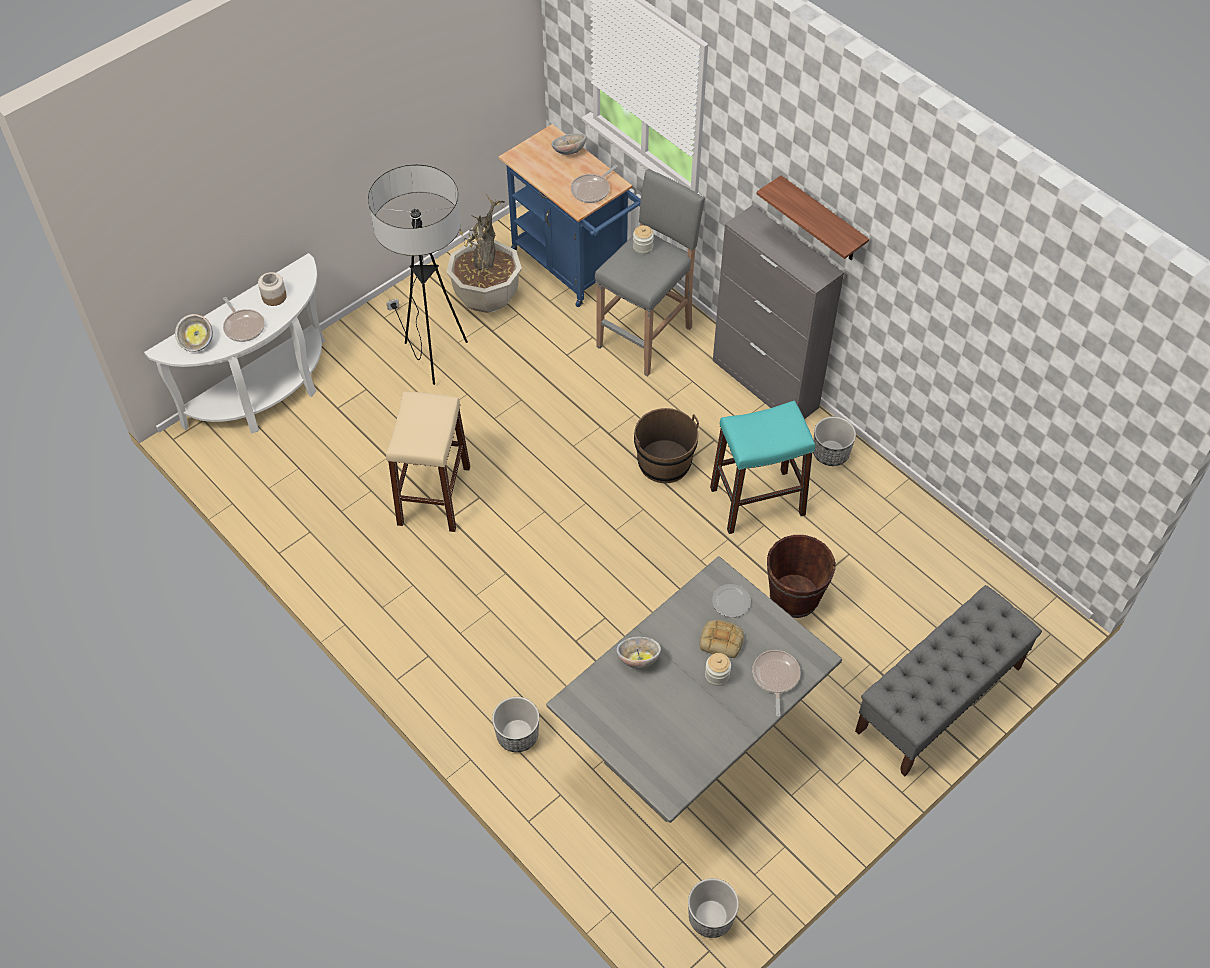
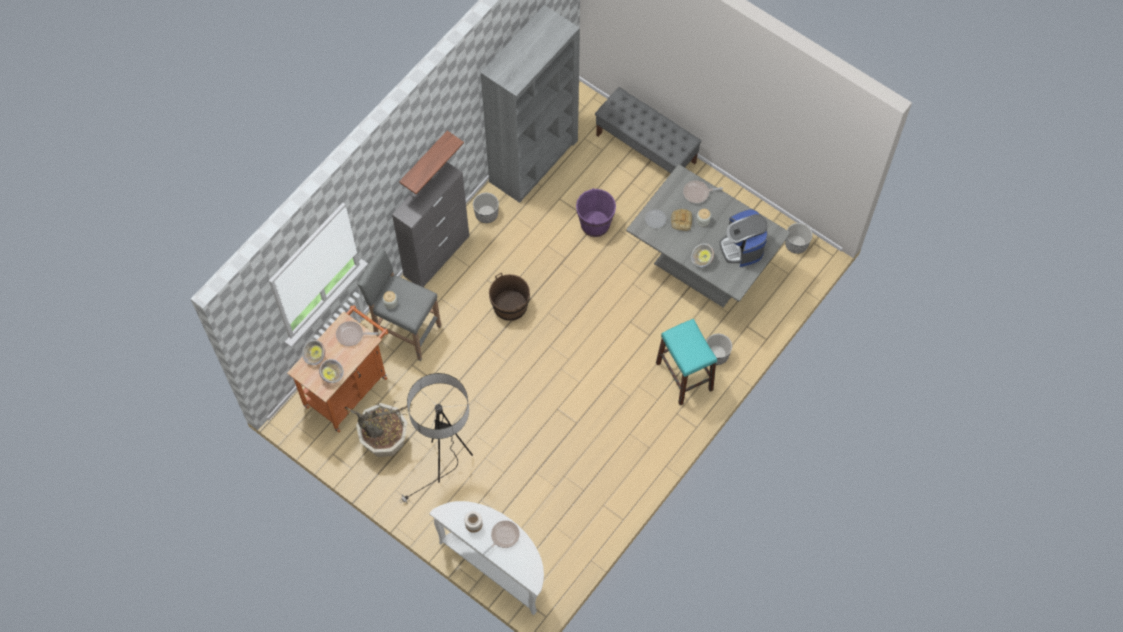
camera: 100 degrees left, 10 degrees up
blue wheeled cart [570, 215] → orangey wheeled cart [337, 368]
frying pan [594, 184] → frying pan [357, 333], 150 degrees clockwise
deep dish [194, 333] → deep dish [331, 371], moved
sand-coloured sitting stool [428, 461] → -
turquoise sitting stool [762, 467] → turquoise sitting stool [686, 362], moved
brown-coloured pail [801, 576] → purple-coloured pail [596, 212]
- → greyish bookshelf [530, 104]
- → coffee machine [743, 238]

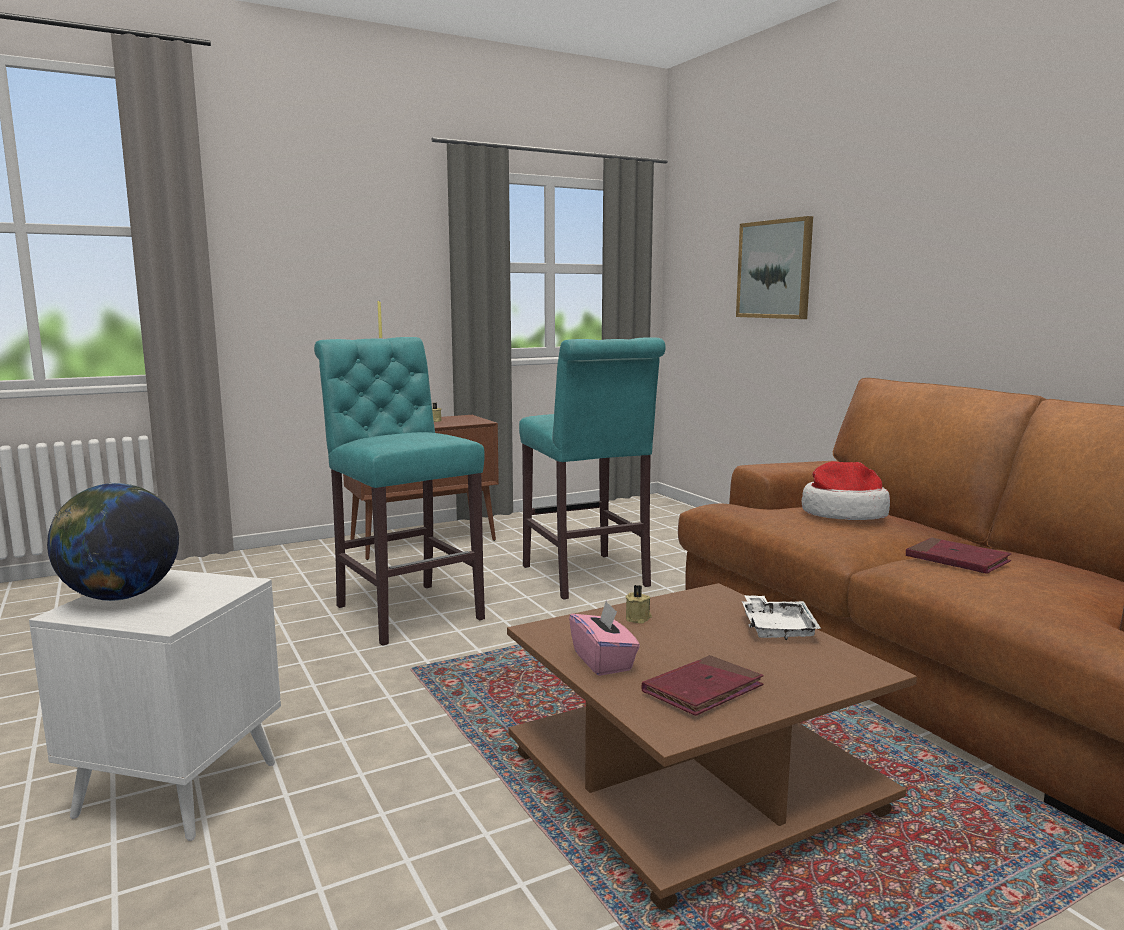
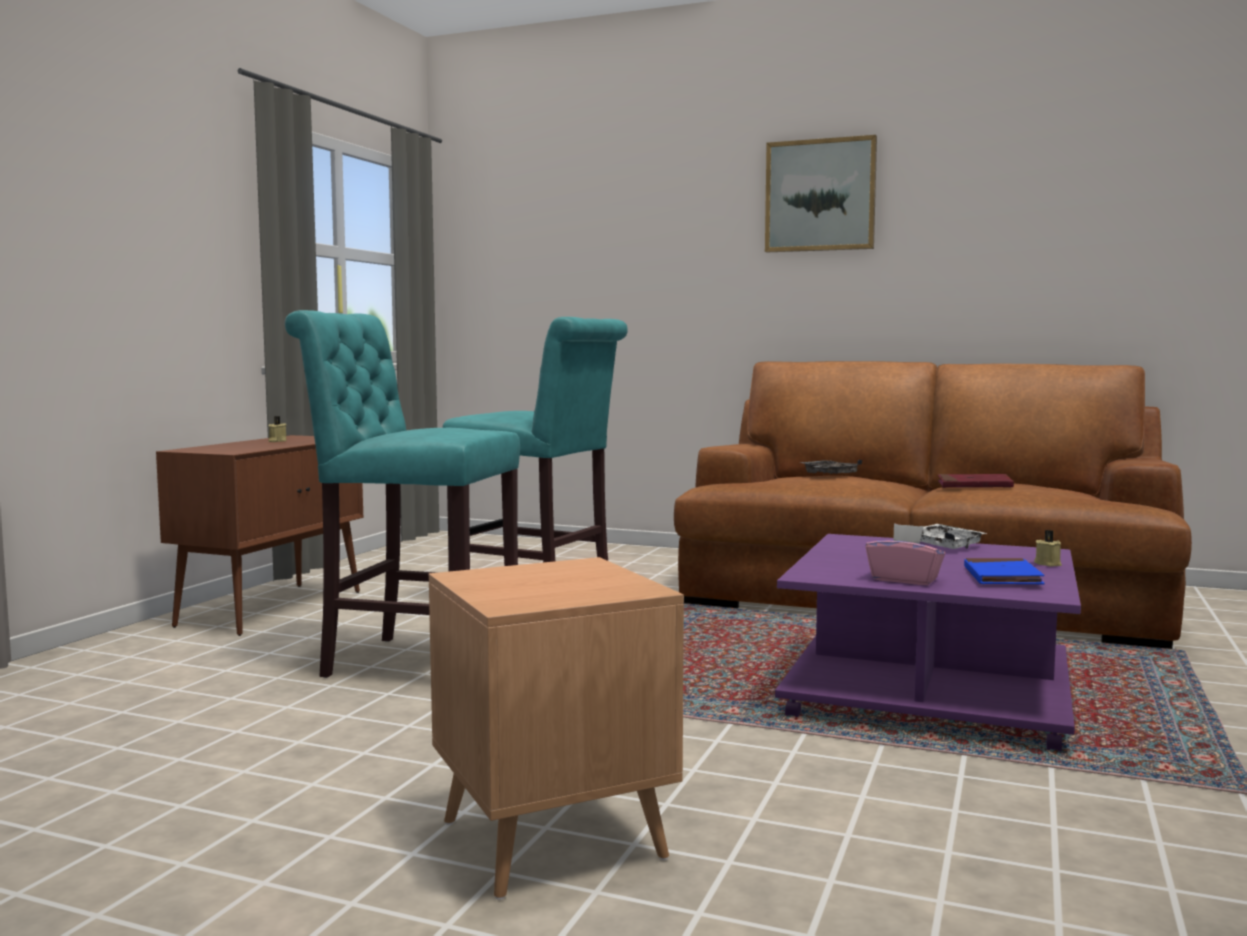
camera: 40 degrees left, 5 degrees down
picture [774, 267] → picture [821, 193], moved
hat [846, 490] → greyish carrying tray [831, 467]
globe [113, 542] → -
white-coloured side table [155, 705] → brown-coloured side table [556, 728]
brown-coloured coffee table [712, 747] → purple-coloured coffee table [928, 642]
sand-coloured wax candle [639, 604] → sand-coloured wax candle [1048, 548], moved
red-coloured book [703, 685] → blue book [1004, 571]

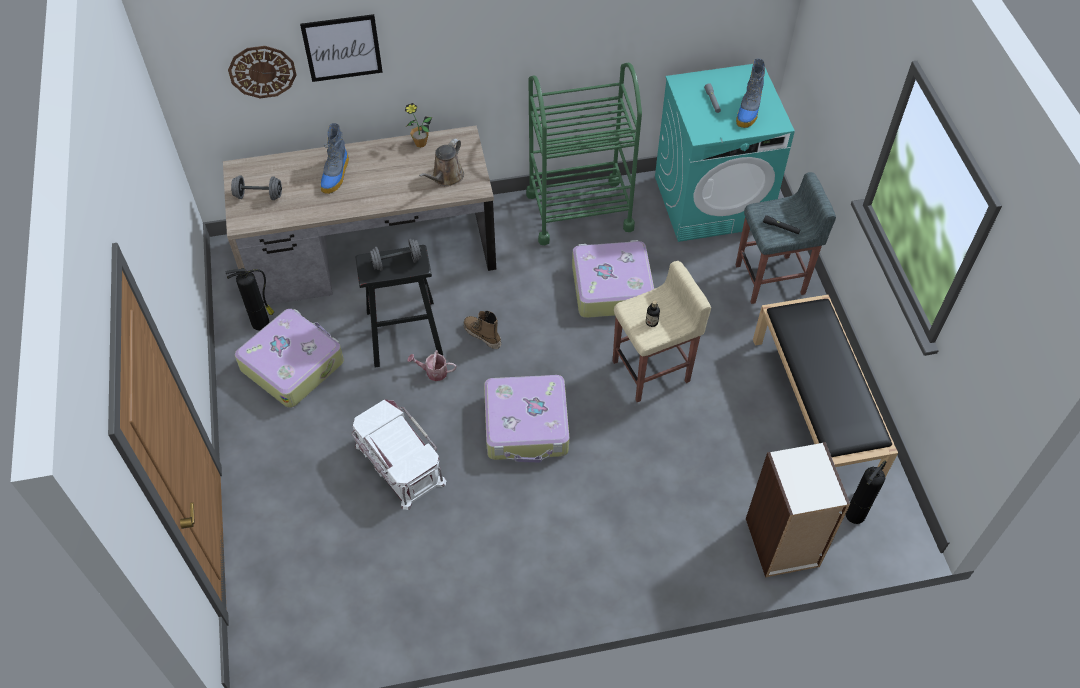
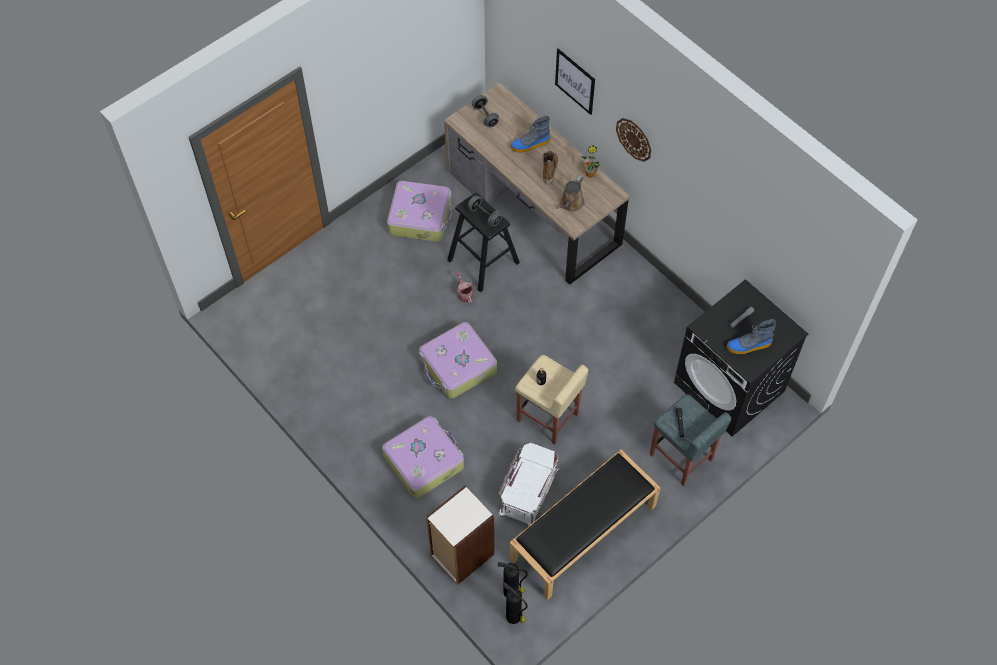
camera: 60 degrees right, 5 degrees up
clock on the wall [262, 72] → clock on the wall [633, 140], moved
greenish wheeled cart [584, 154] → -
turquoise laundry appliance [725, 153] → black-coloured laundry appliance [741, 358]
brown-coloured sprinkling can [441, 163] → brown-coloured sprinkling can [570, 193], 60 degrees counterclockwise
piece of luggage [613, 279] → piece of luggage [423, 457], moved
fire extinguisher [249, 299] → fire extinguisher [514, 603], moved
high-top boot [482, 330] → high-top boot [550, 168], moved
white-coloured storage container [398, 454] → white-coloured storage container [529, 484], moved

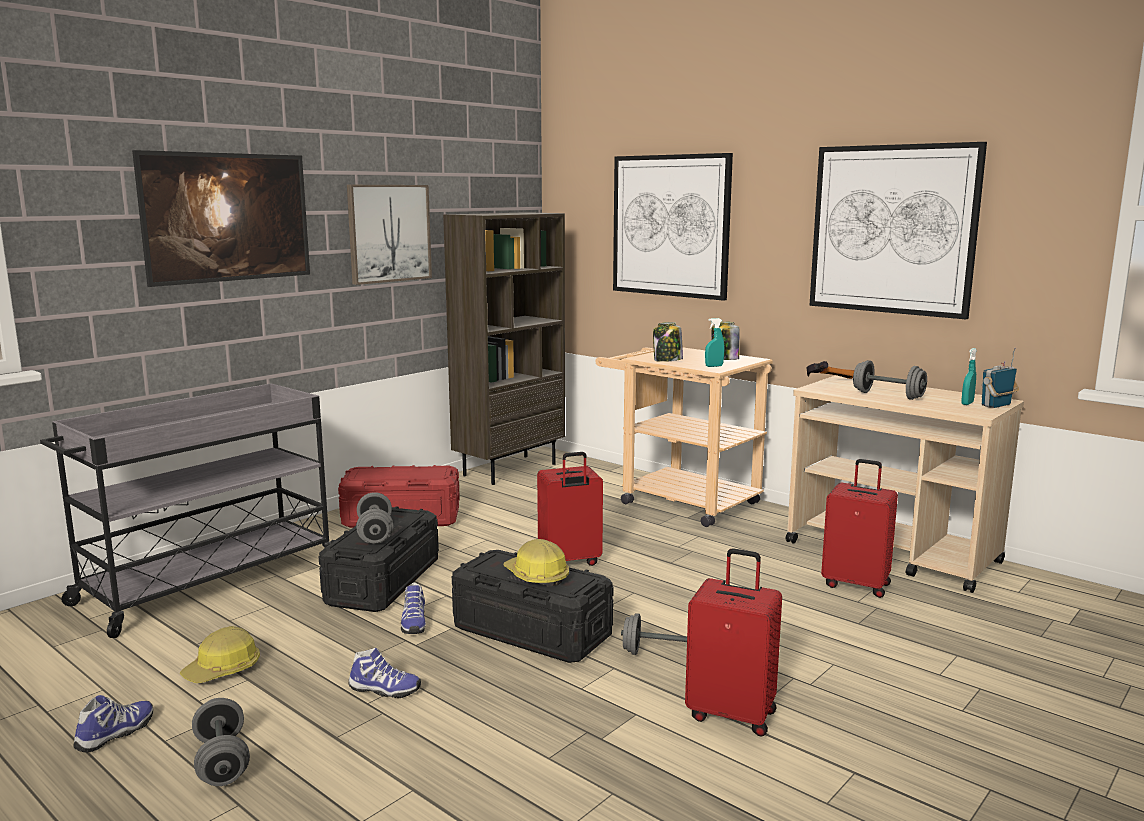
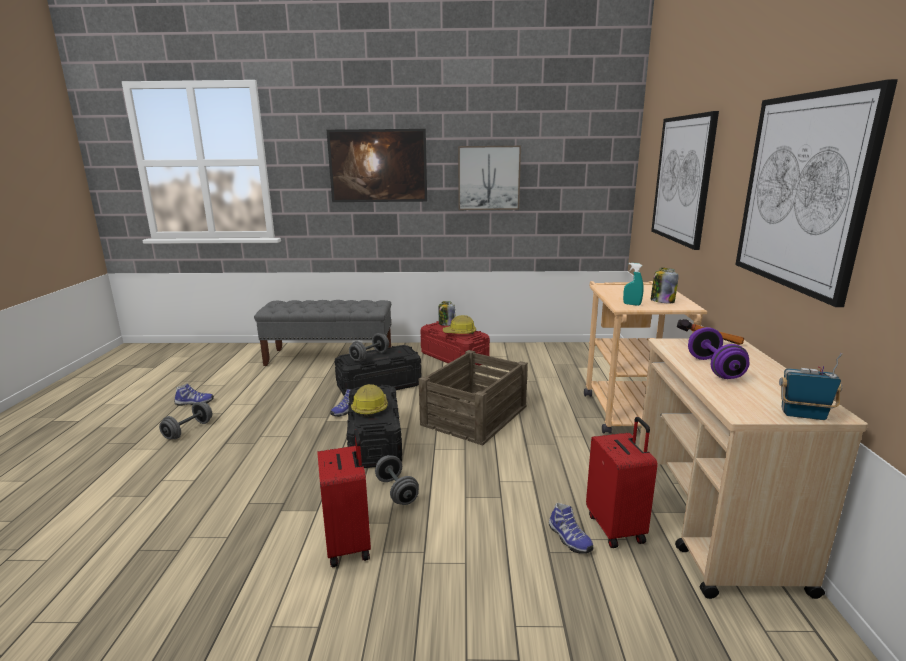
camera: 50 degrees right, 5 degrees up
brown-coloured bookshelf [504, 348] → -
storage jar [668, 342] → storage jar [447, 313], moved
turquoise sprayer [969, 376] → -
greyish dumbbell [890, 380] → purple-coloured dumbbell [719, 353]
greyish wheeled cart [185, 510] → greyish indoor bench [322, 333]
red-coloured piece of luggage [570, 509] → shipping crate [473, 398]
hard hat [220, 654] → hard hat [459, 324], moved
item of footwear [385, 673] → item of footwear [571, 528], moved

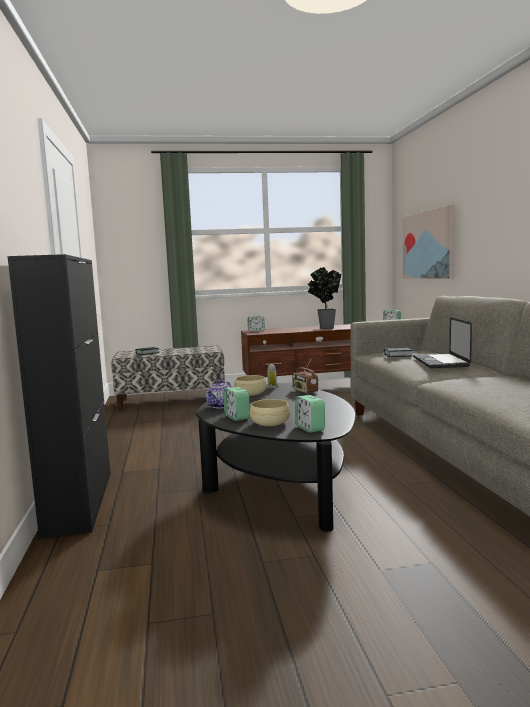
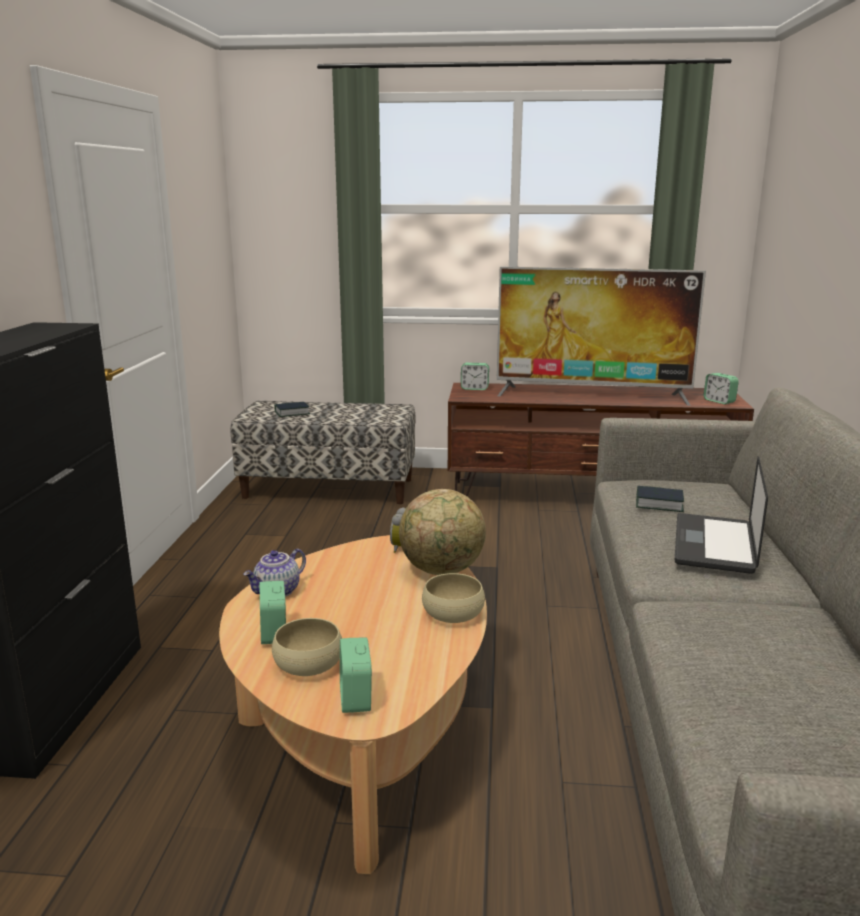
camera: 15 degrees right, 10 degrees up
picture [429, 241] → -
potted plant [325, 298] → TV set [601, 336]
radio [305, 376] → globe [442, 532]
sand-coloured deep dish [250, 385] → sand-coloured deep dish [453, 598], moved
black-coloured coffee table [275, 457] → sand-coloured coffee table [353, 704]

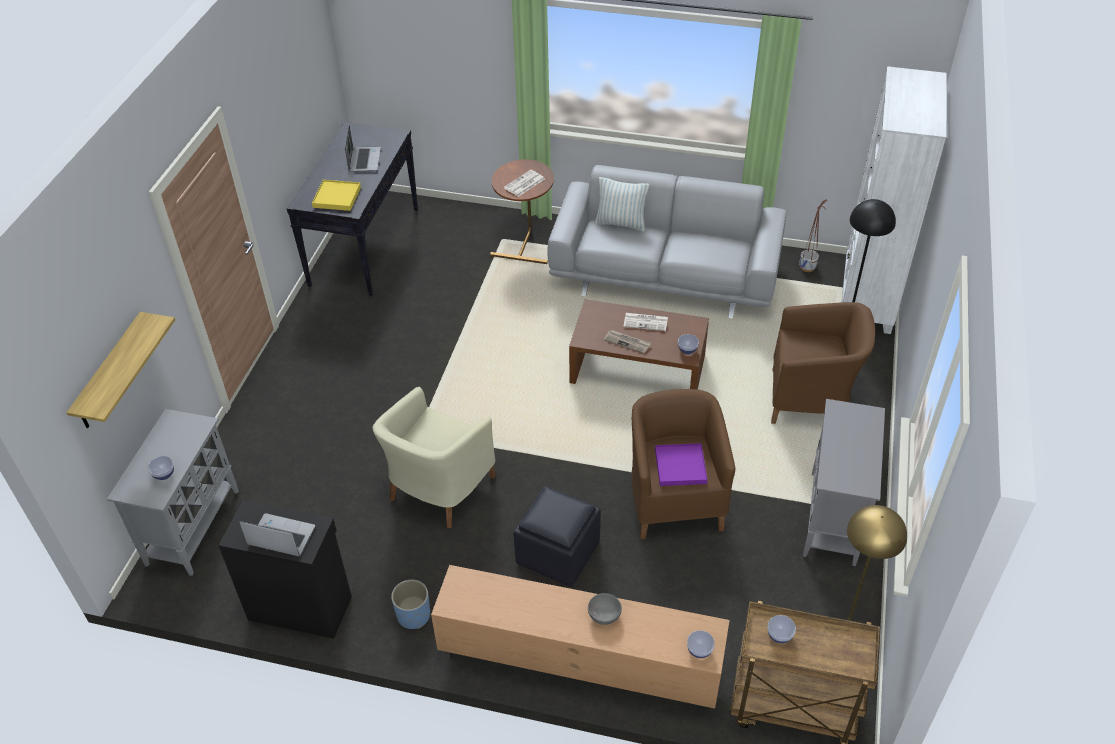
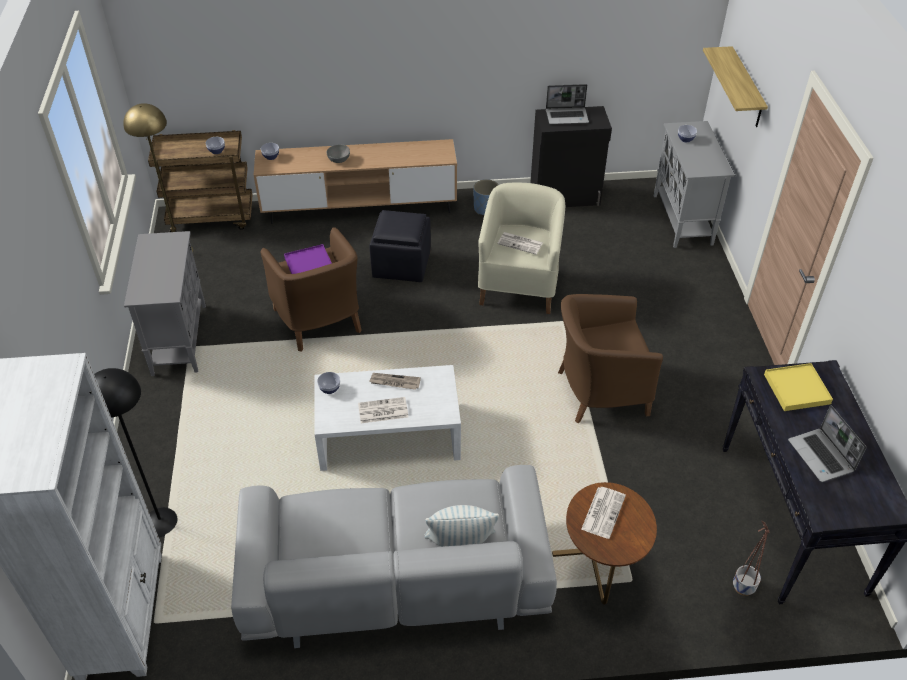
camera: 160 degrees right, 0 degrees up
plant pot [813, 235] → plant pot [751, 558], moved
brown-coloured coffee table [639, 344] → white-coloured coffee table [387, 418]
brown-coloured armchair [823, 363] → brown-coloured armchair [610, 358], moved
- → daily paper [520, 243]

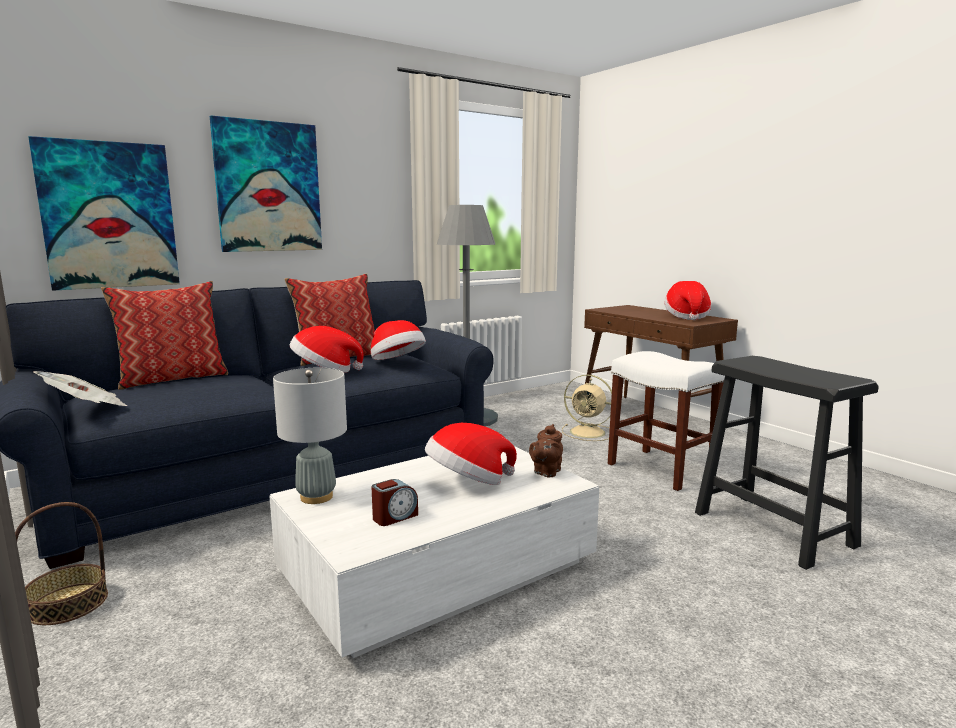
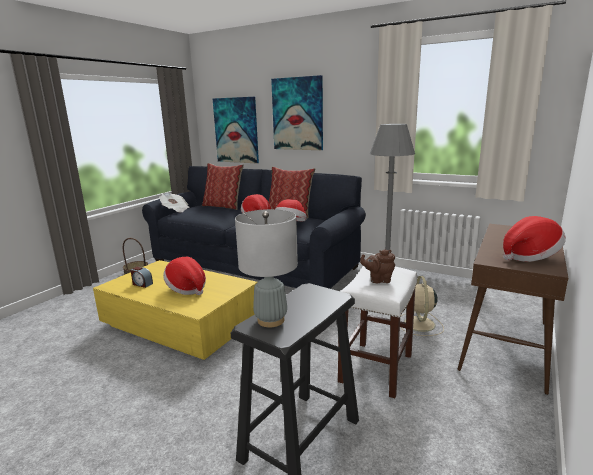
camera: 65 degrees right, 5 degrees up
greyish lamp for a table [310, 436] → greyish lamp for a table [266, 268], moved
brown-coloured tea pot [546, 450] → brown-coloured tea pot [377, 266], moved
white-coloured coffee table [434, 552] → yellow coffee table [175, 310]

